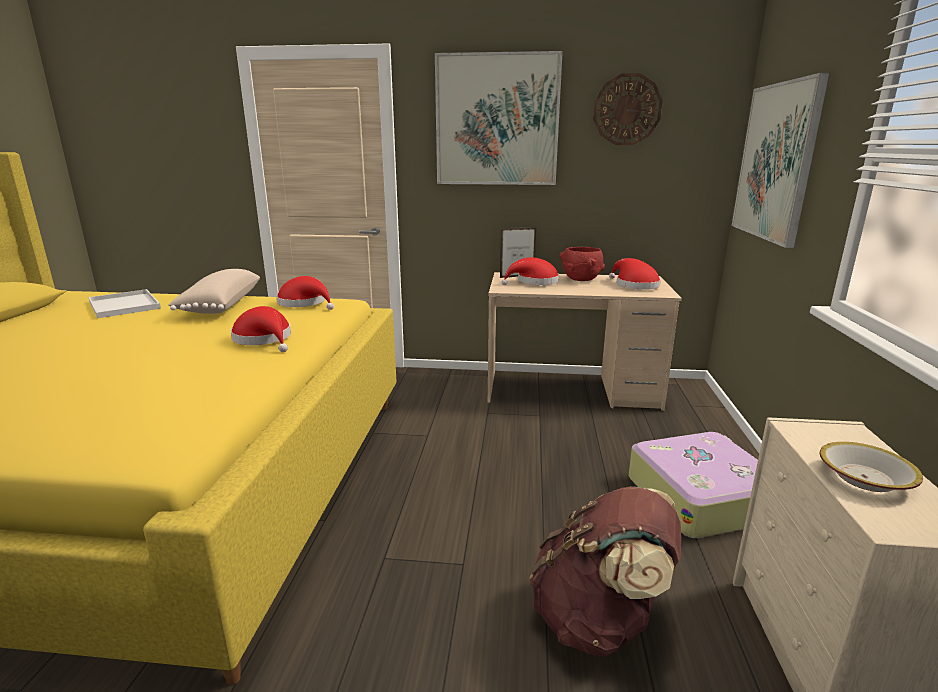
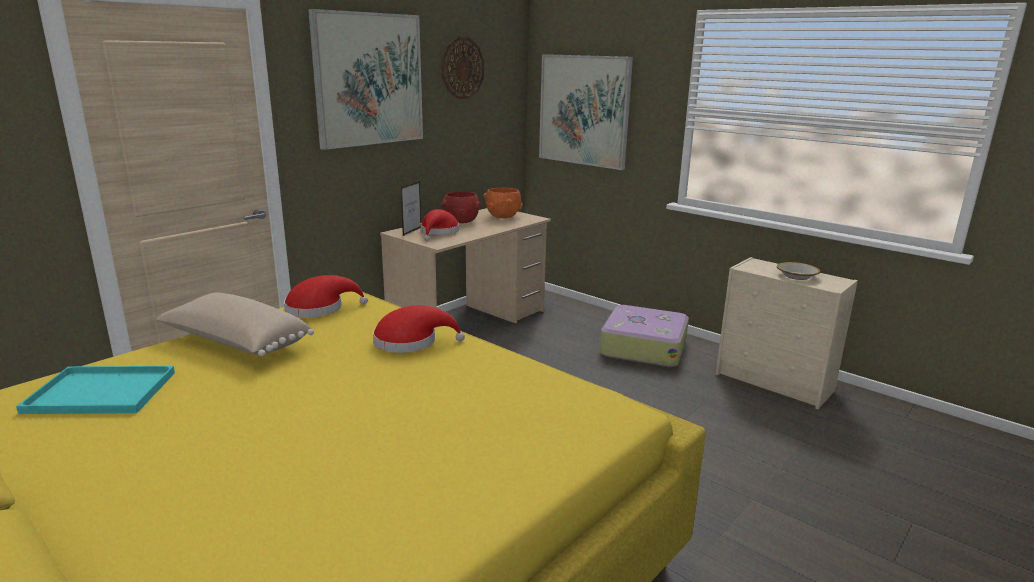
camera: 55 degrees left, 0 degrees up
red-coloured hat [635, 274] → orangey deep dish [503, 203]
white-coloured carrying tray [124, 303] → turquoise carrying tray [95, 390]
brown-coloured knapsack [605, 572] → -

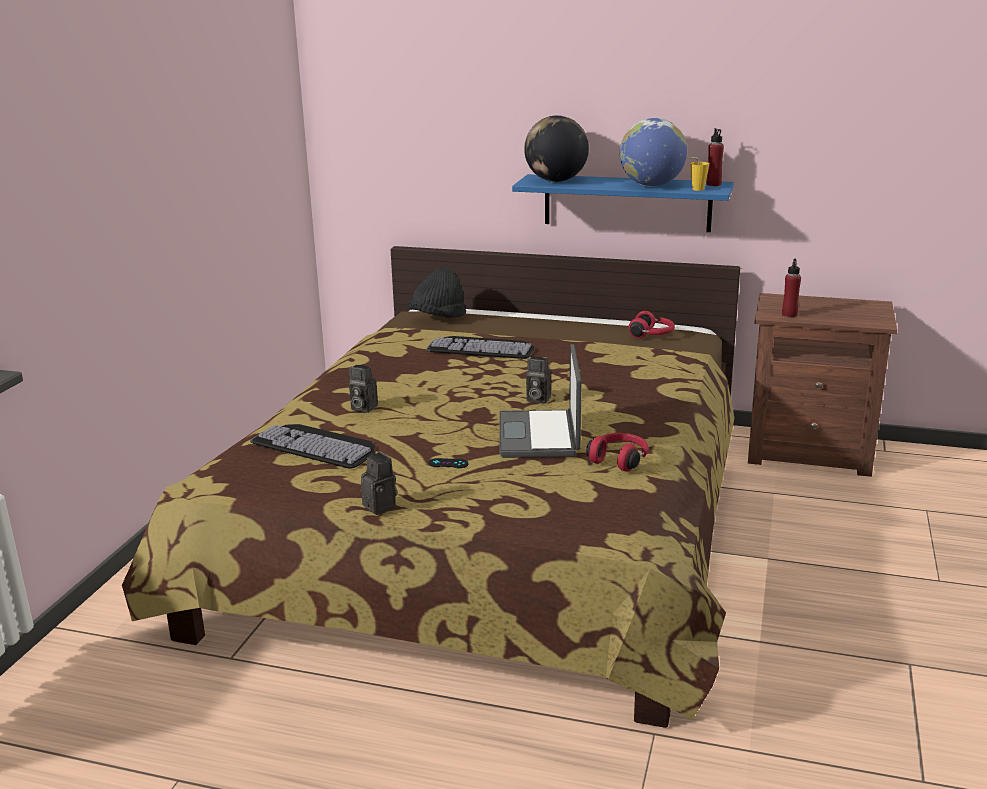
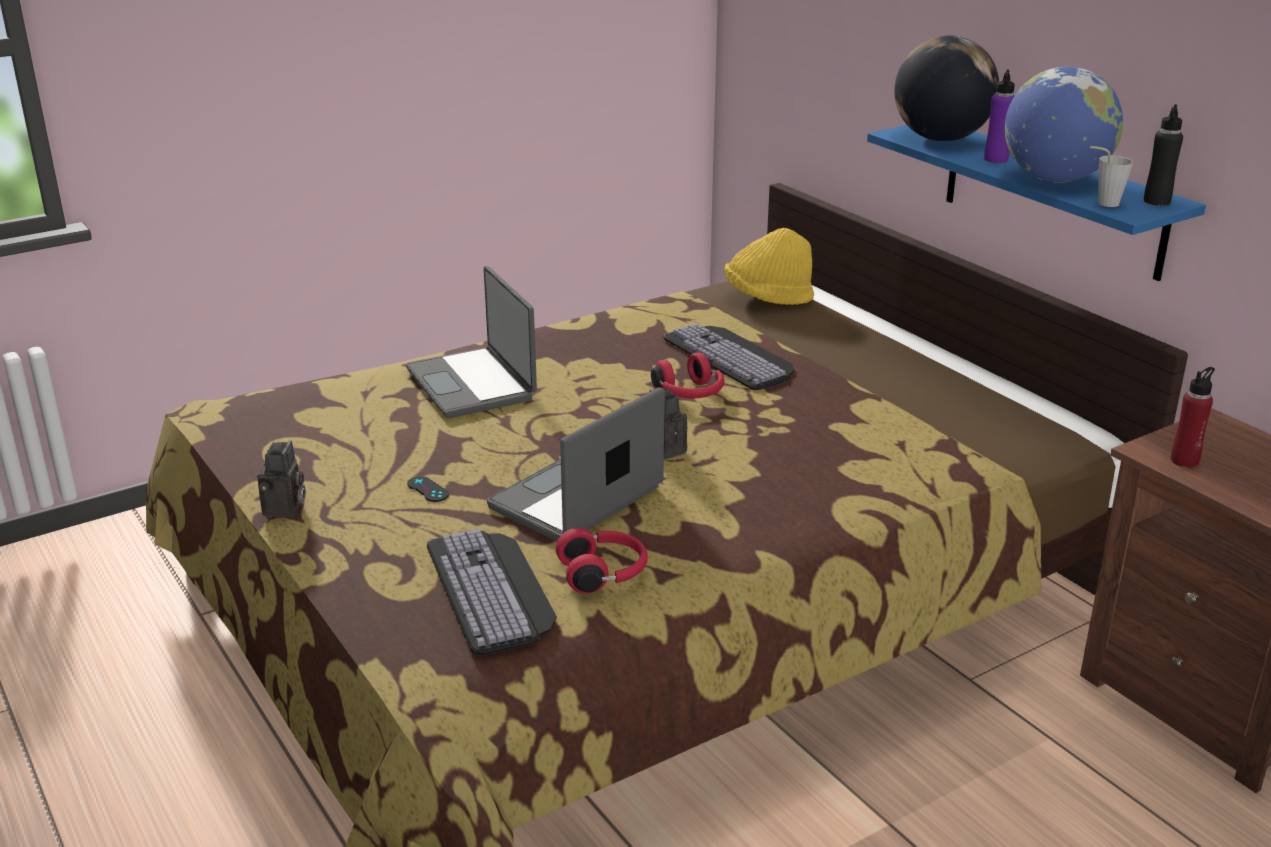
camera: 40 degrees right, 5 degrees up
red-coloured drink bottle [715, 157] → black-coloured drink bottle [1163, 155]
yellow drinking cup [698, 174] → greyish drinking cup [1111, 176]
black-coloured hat [436, 292] → yellow hat [769, 266]
red-coloured headset [651, 324] → red-coloured headset [687, 375], moved
still camera [363, 389] → notebook computer [471, 342]
computer keyboard [313, 446] → computer keyboard [492, 592], moved
- → purple-coloured drink bottle [999, 116]

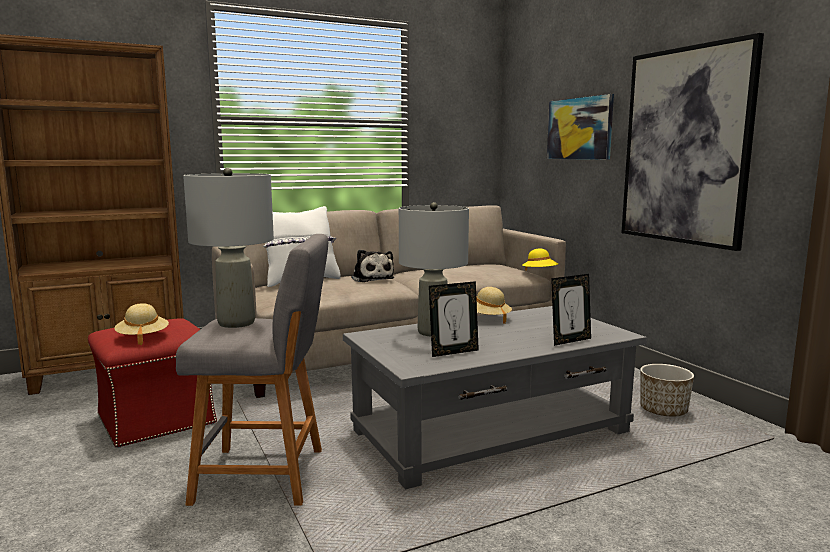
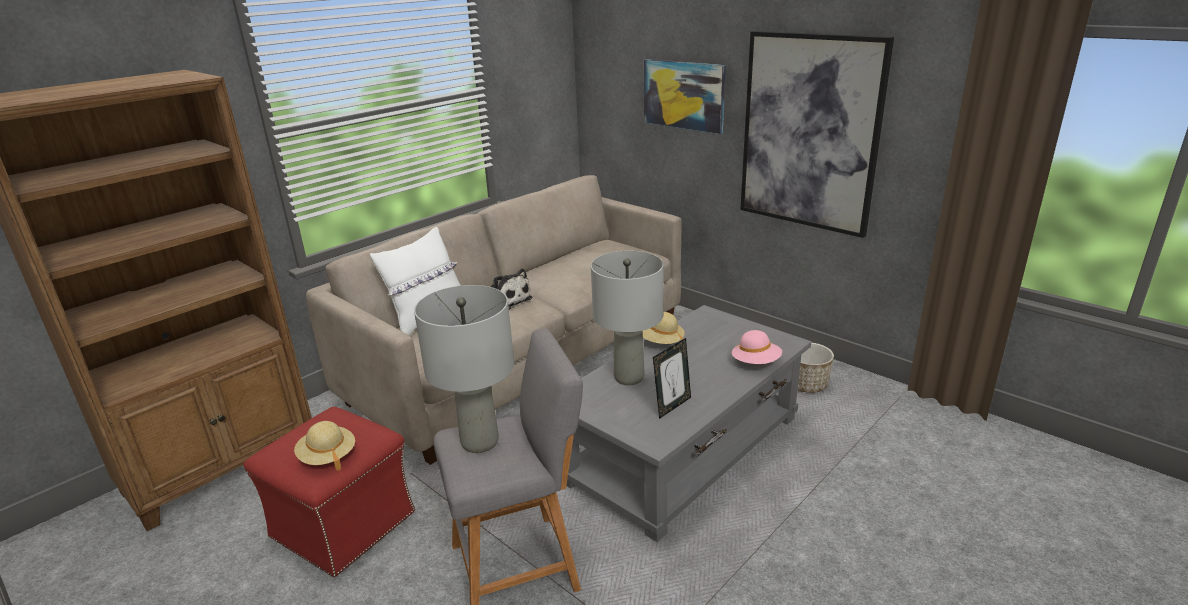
camera: 20 degrees left, 15 degrees up
yellow hat [540, 260] → -
standing frame [571, 310] → pink-coloured hat [757, 347]

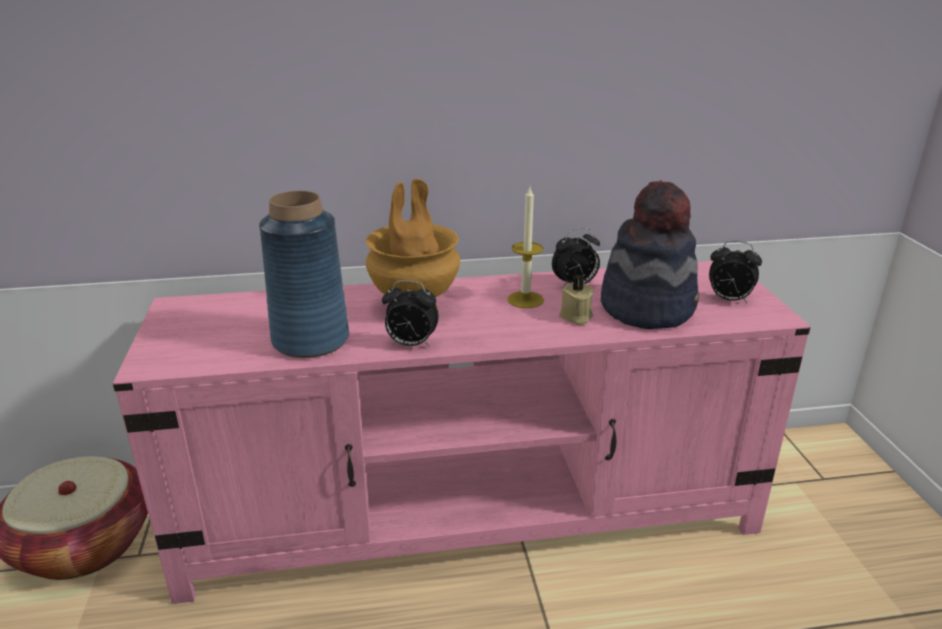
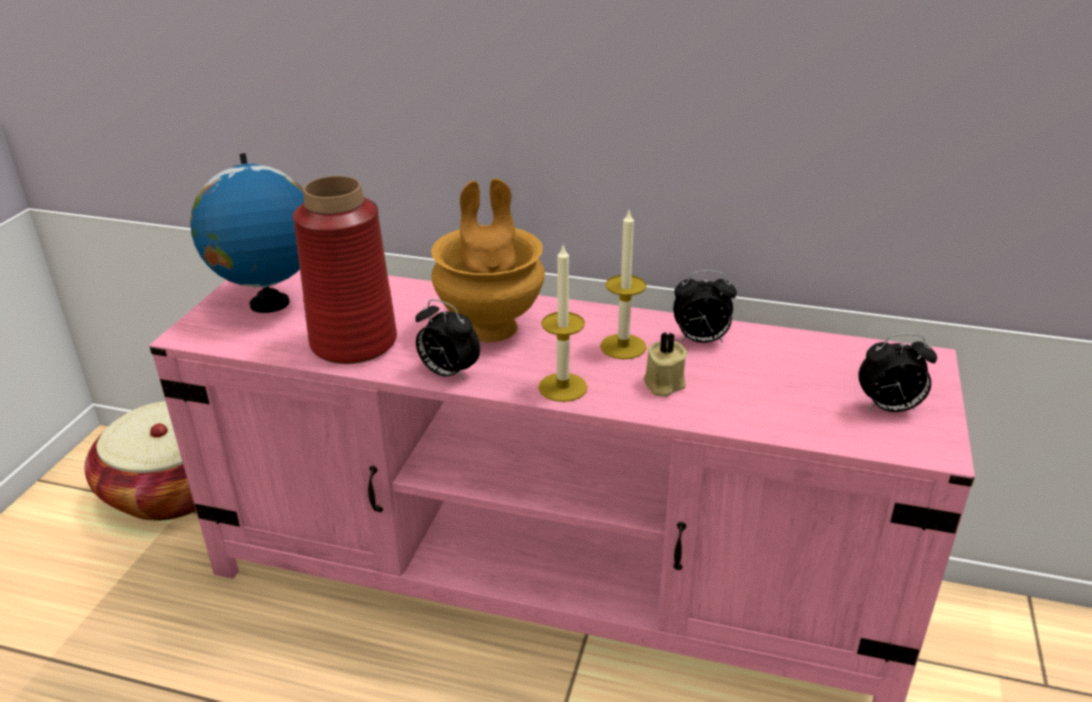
camera: 25 degrees right, 5 degrees up
hat [650, 254] → -
blue vase [304, 274] → red-coloured vase [345, 270]
alarm clock [735, 272] → alarm clock [897, 372], 45 degrees counterclockwise
- → globe [247, 233]
- → wax candle [563, 322]

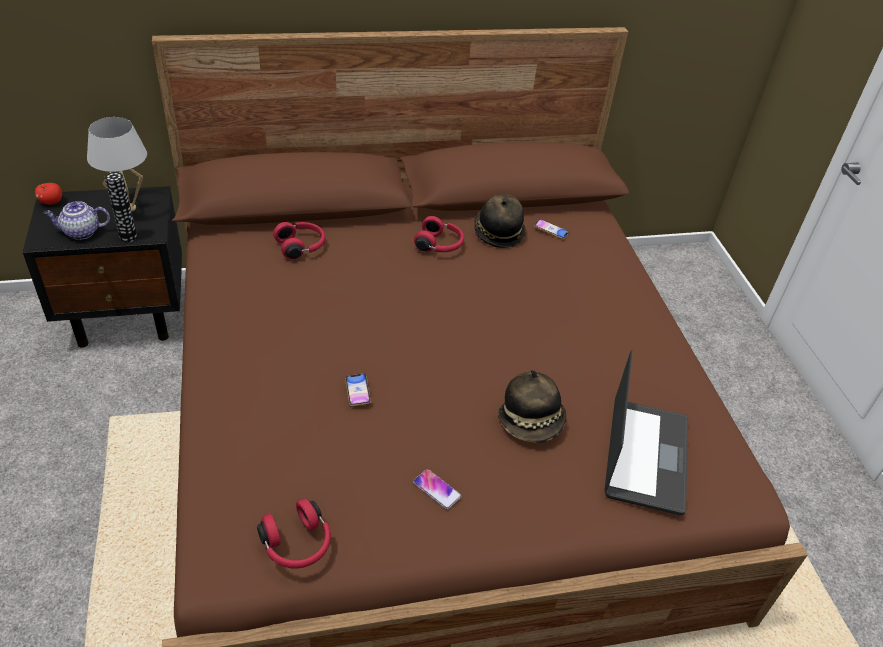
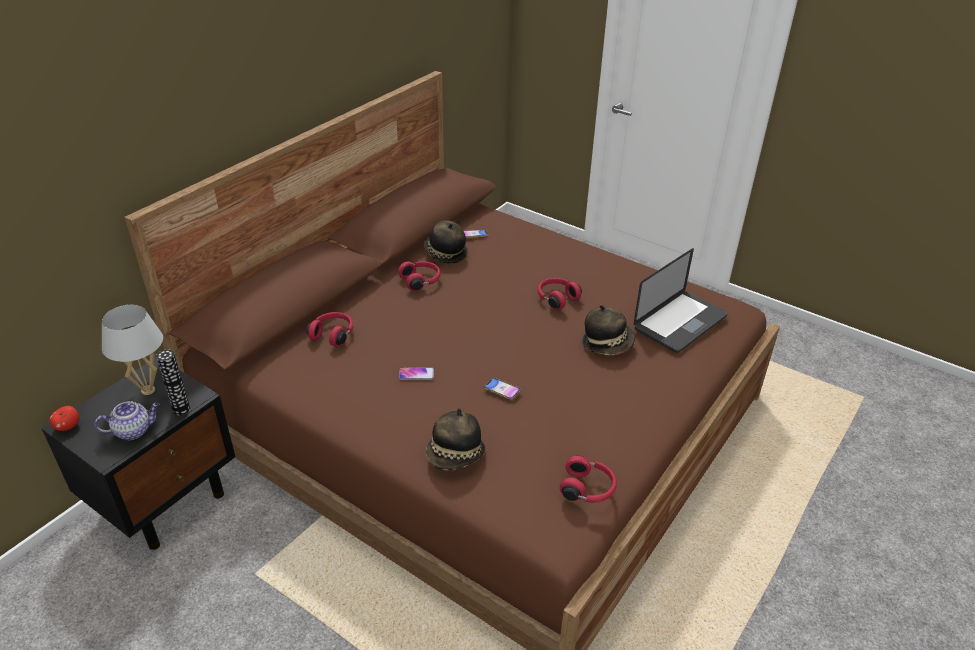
camera: 40 degrees left, 5 degrees down
tea pot [77, 220] → tea pot [126, 420], 150 degrees counterclockwise
notebook computer [646, 432] → notebook computer [681, 300], 75 degrees clockwise
phone [437, 489] → phone [416, 374], moved
- → red-coloured headset [559, 294]
- → hat [455, 439]

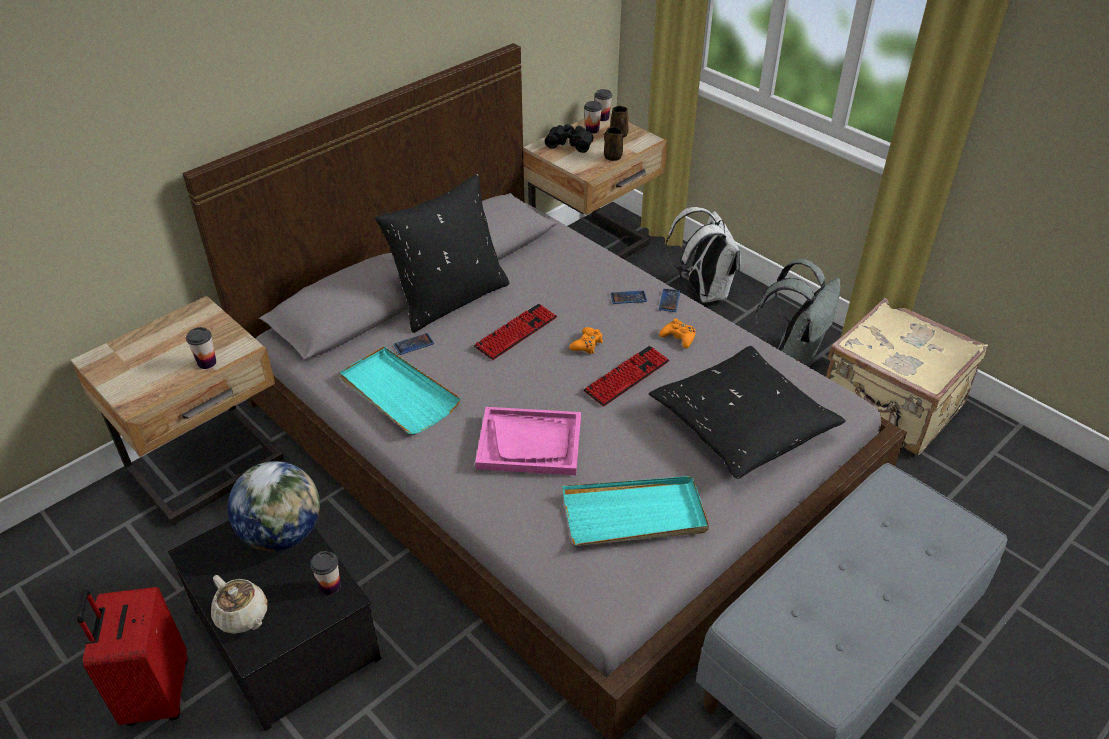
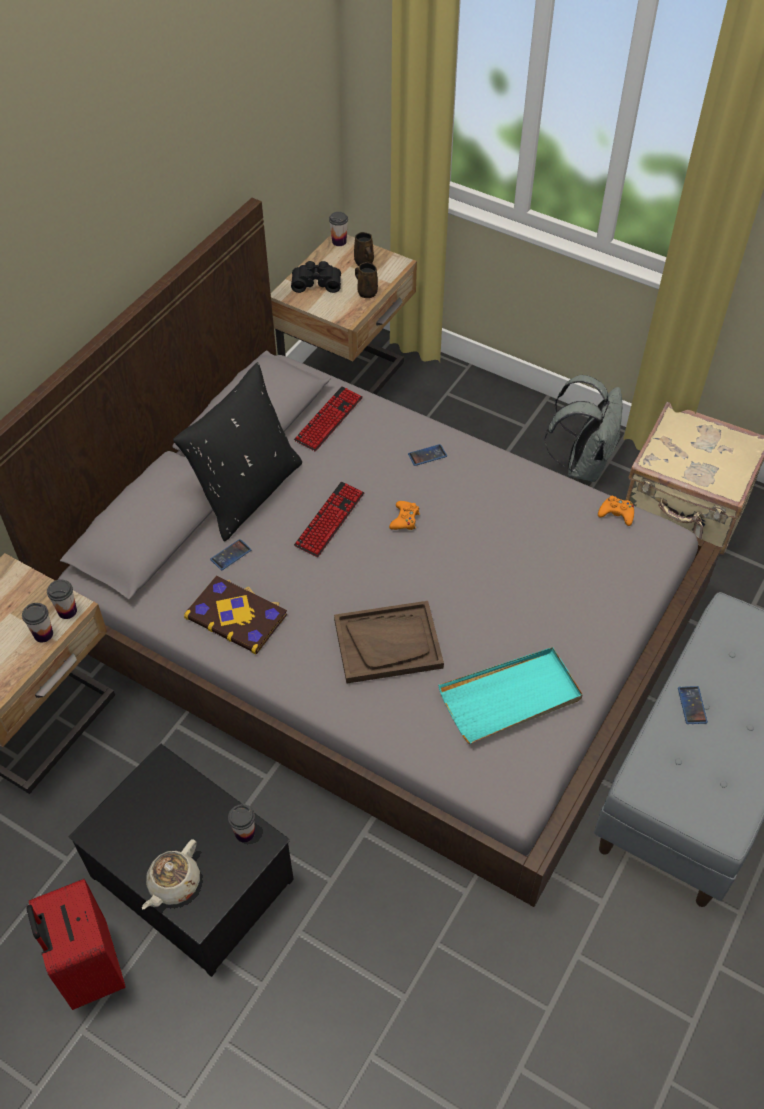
camera: 15 degrees left, 10 degrees up
drinking cup [593, 117] → drinking cup [62, 599], moved
white-coloured knapsack [703, 255] → -
phone [670, 300] → phone [693, 705], moved
orangey gamepad [677, 333] → orangey gamepad [616, 511], moved
turquoise carrying tray [400, 390] → book [235, 614]
computer keyboard [626, 376] → computer keyboard [328, 418], moved
black-coloured pillow [747, 412] → -
pink-coloured carrying tray [528, 441] → brown-coloured carrying tray [389, 642]
globe [274, 506] → -
sand-coloured tea pot [239, 604] → sand-coloured tea pot [171, 874], 90 degrees clockwise

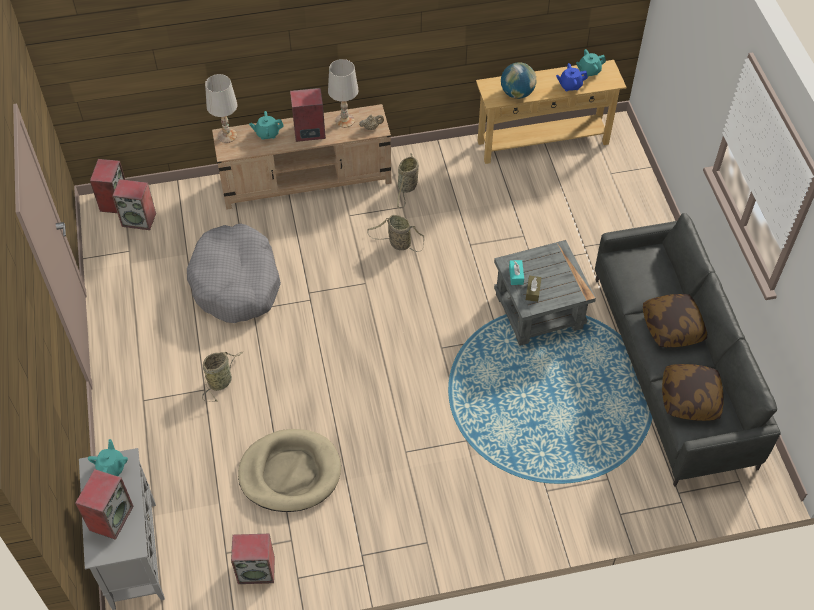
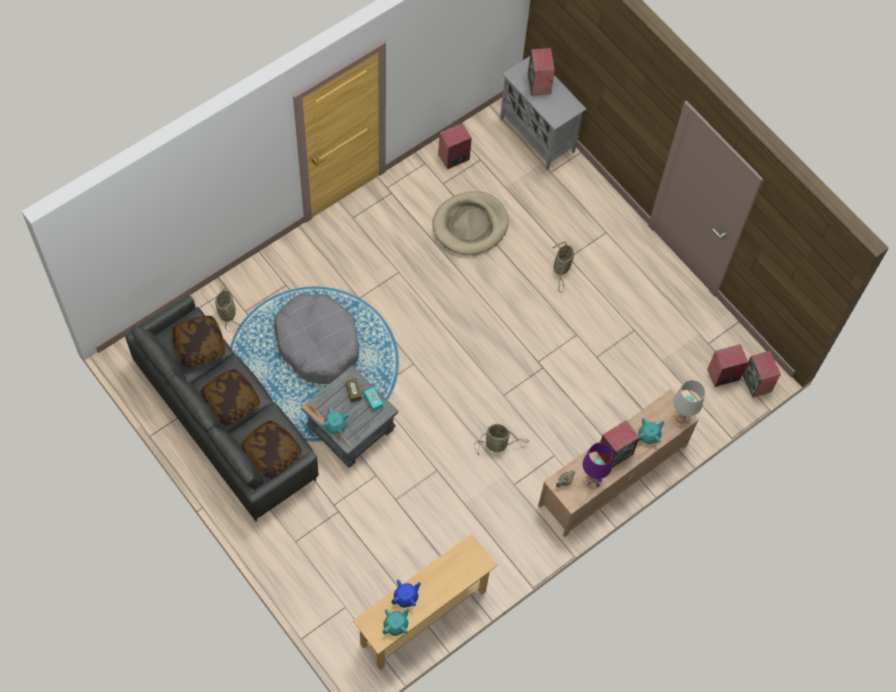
camera: 150 degrees right, 10 degrees up
white-coloured lamp for a table [343, 93] → purple-coloured lamp for a table [598, 466]
globe [518, 80] → -
basket [408, 181] → basket [228, 307], moved
greyish dog bed [234, 273] → greyish dog bed [316, 339], moved
turquoise tea pot [108, 457] → turquoise tea pot [335, 420], moved
- → pillow [271, 449]

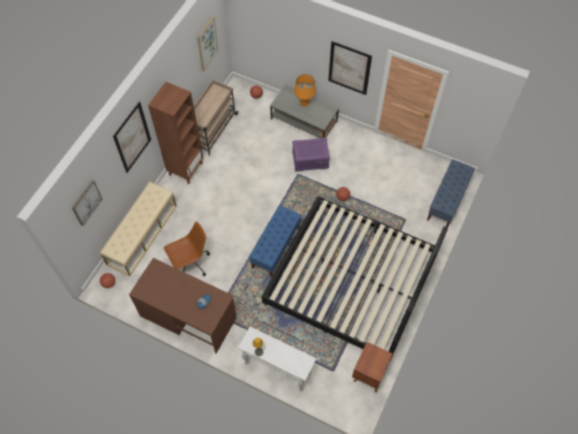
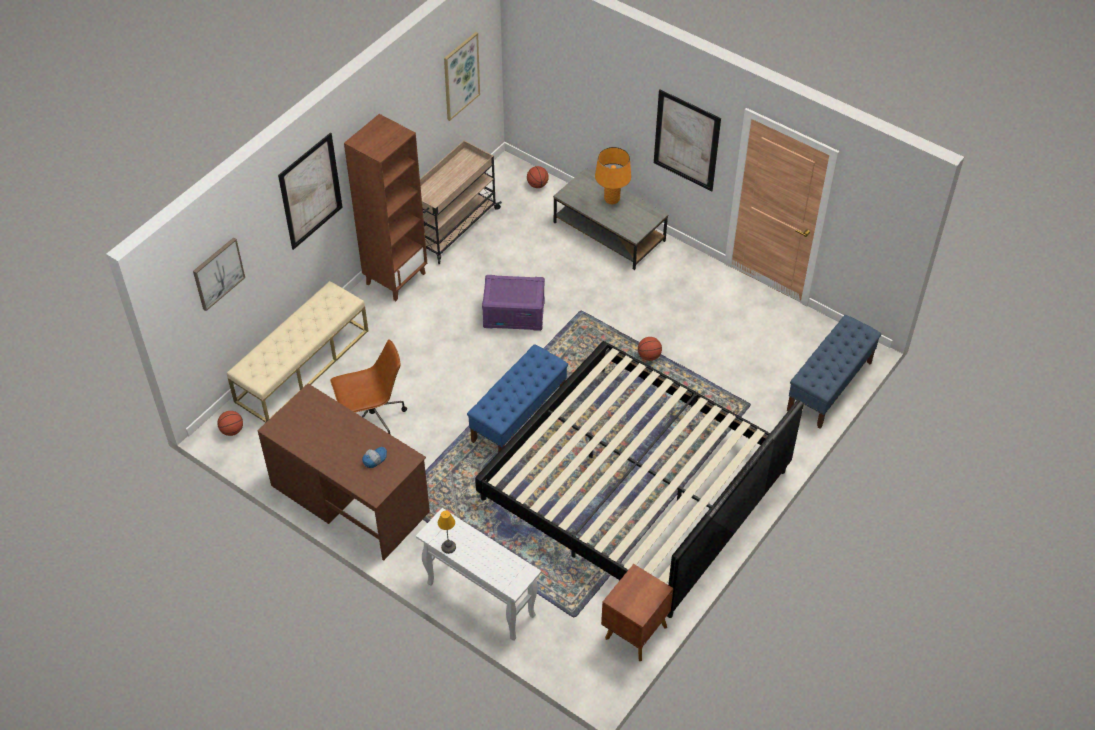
camera: 10 degrees right, 10 degrees down
purple-coloured storage container [311, 155] → purple-coloured storage container [513, 303], moved

